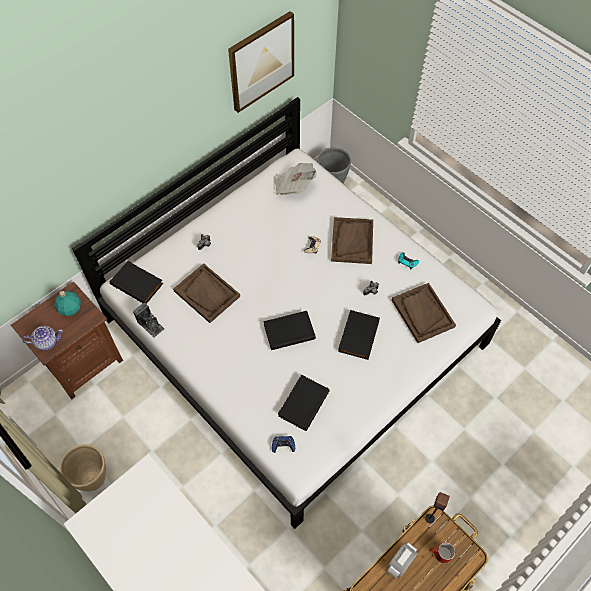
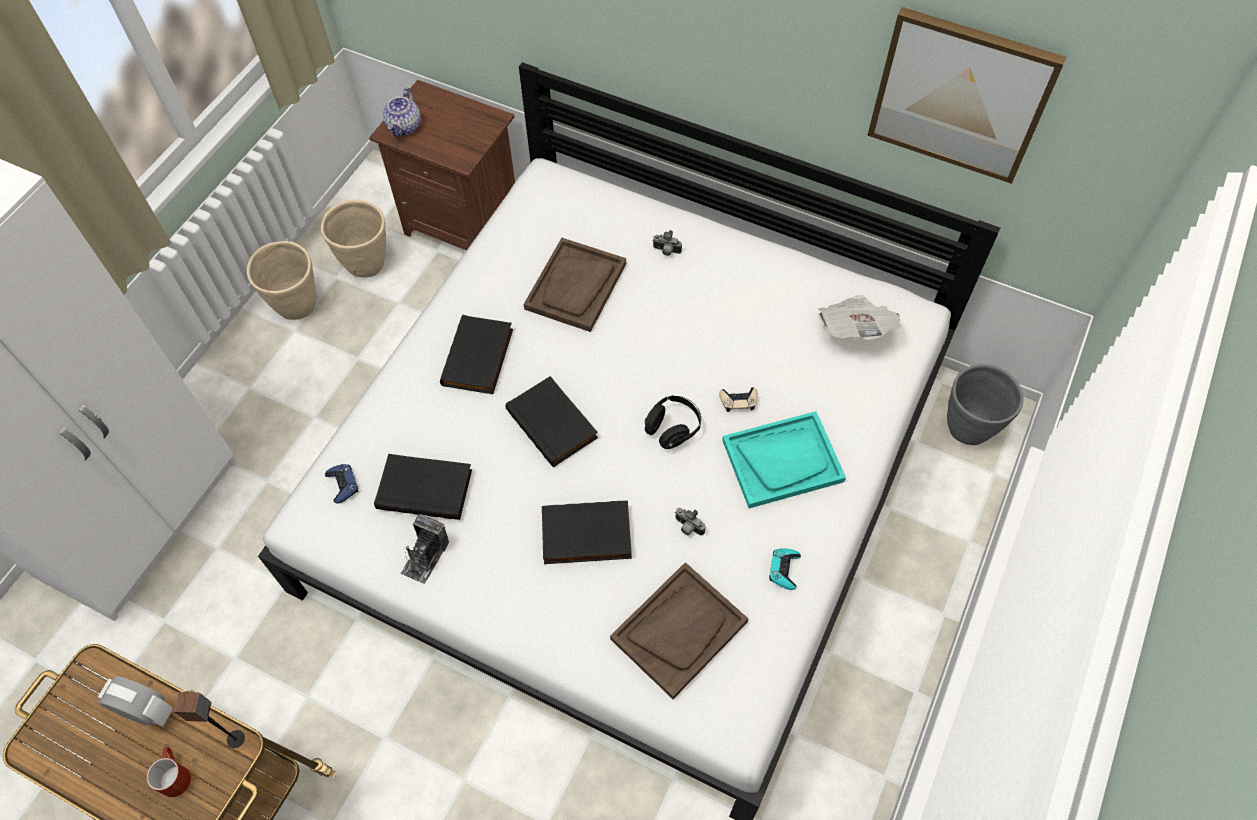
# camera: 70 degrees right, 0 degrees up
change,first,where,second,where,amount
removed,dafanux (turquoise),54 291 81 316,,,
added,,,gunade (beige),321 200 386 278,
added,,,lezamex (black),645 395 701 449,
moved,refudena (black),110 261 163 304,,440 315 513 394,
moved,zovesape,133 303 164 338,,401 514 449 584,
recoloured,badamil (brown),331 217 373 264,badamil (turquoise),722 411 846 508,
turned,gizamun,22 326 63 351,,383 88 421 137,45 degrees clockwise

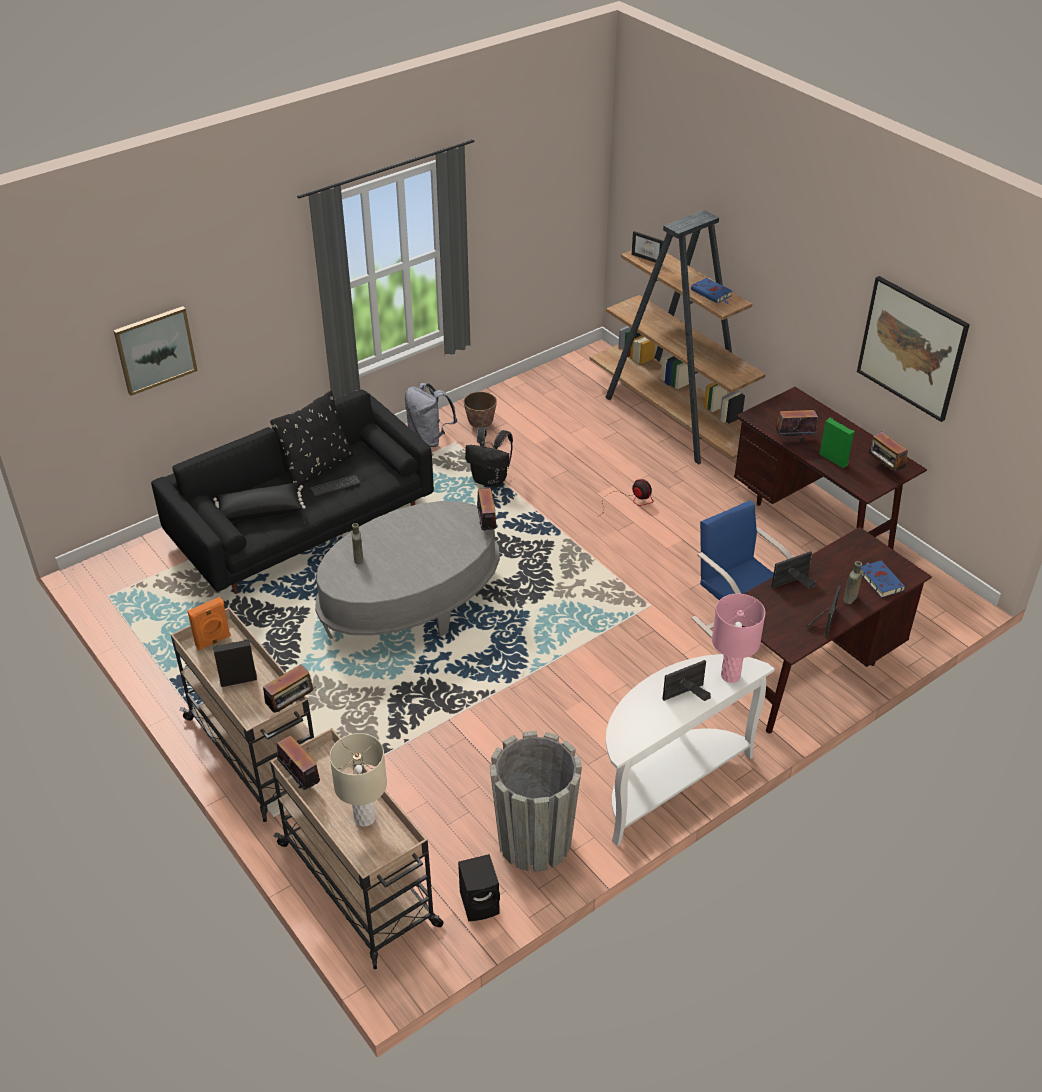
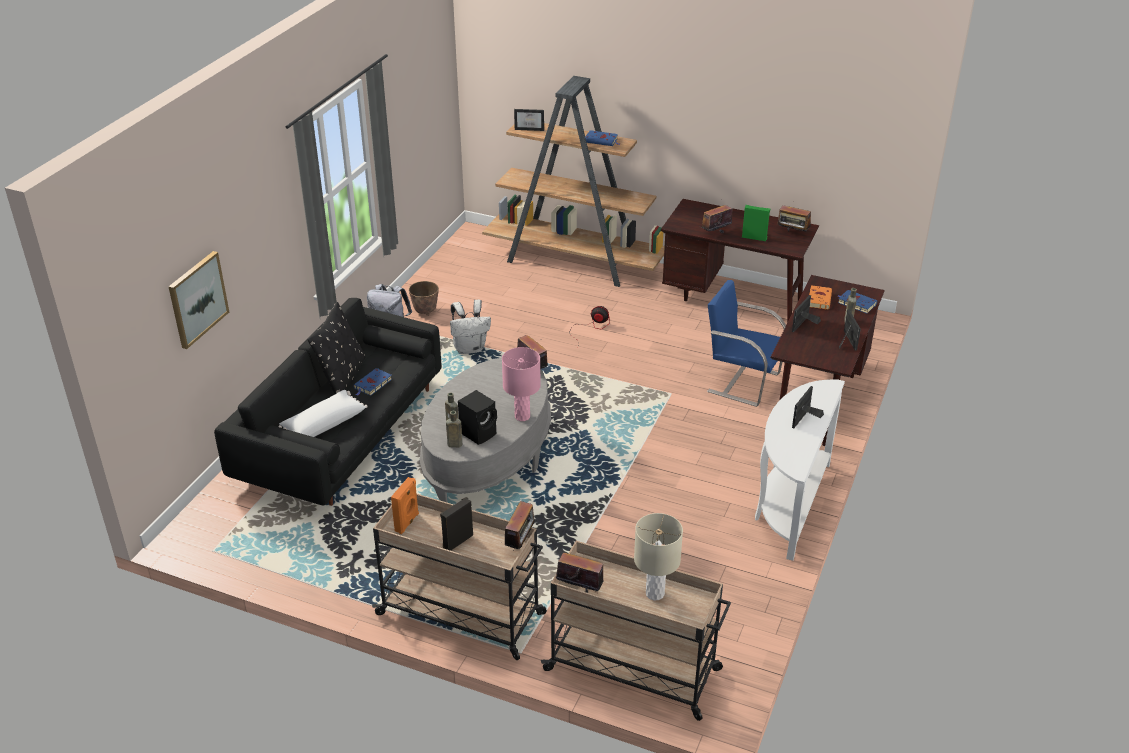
# camera: 30 degrees left, 5 degrees down
change,first,where,second,where,amount
removed,gunade (grey),489 731 582 872,,,
removed,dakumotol,857 276 970 422,,,
added,,,dafanux (brown),446 411 462 447,
added,,,refudena (orange),809 285 832 309,
moved,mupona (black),458 854 500 921,,458 390 497 445,
moved,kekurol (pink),712 594 765 683,,502 347 541 421,
replaced,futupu,310 475 361 498,refudena (blue),353 368 392 396,
recoloured,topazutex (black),213 483 306 521,topazutex (white),278 390 368 437,
recoloured,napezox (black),465 426 513 487,napezox (white),450 299 491 354,

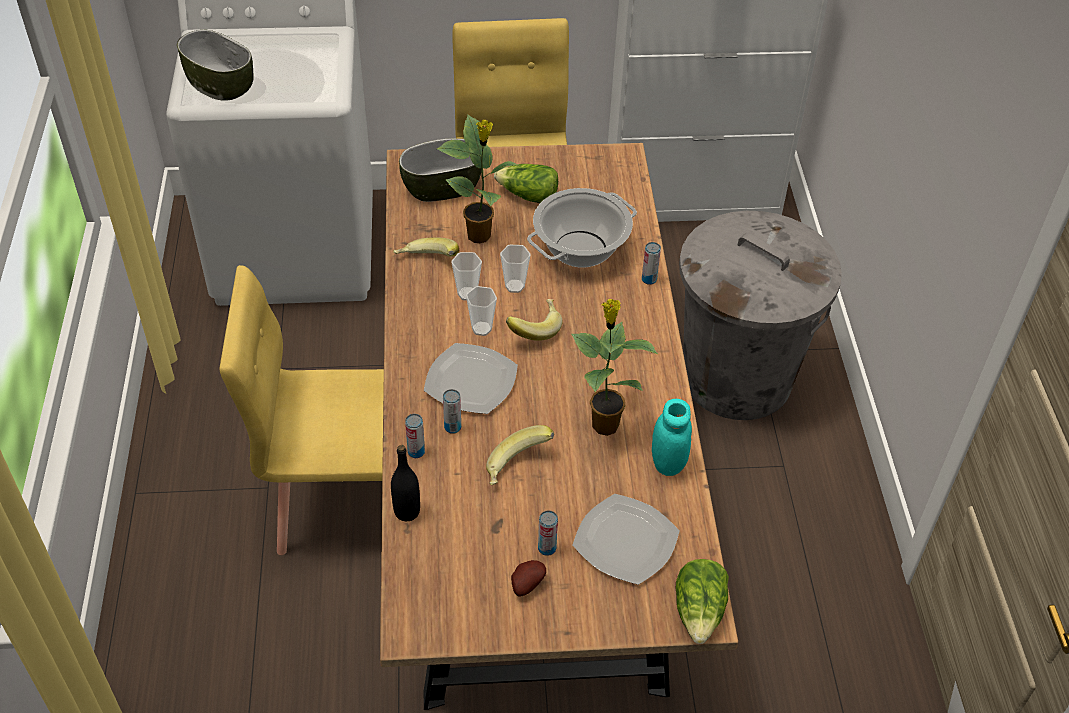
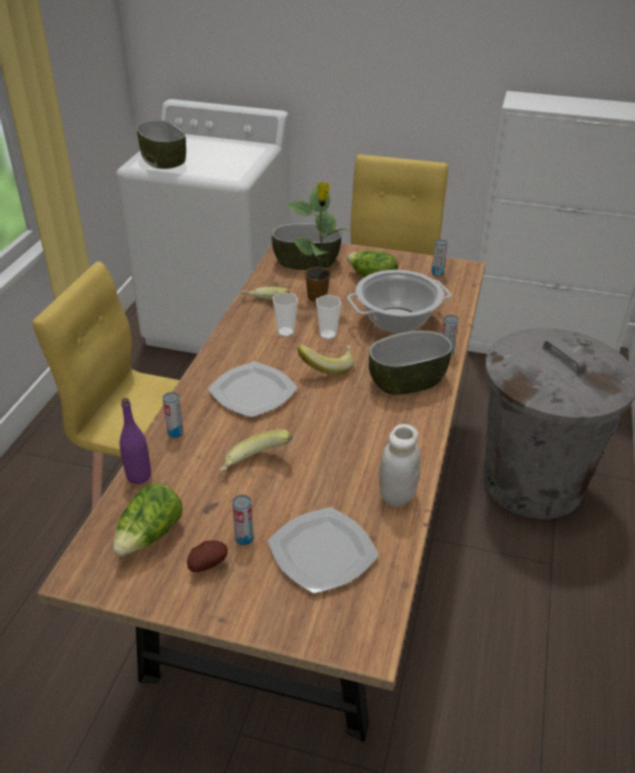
# camera: 20 degrees right, 10 degrees down
change,first,where,second,where,amount
removed,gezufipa,466 286 497 336,,,
removed,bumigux,571 299 658 436,,,
added,,,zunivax,369 331 452 395,
moved,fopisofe,443 389 461 434,,432 239 447 276,
moved,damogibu,676 559 729 644,,113 483 182 556,
recoloured,dafanux (black),391 445 420 521,dafanux (purple),120 398 151 484,
recoloured,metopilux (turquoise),652 399 692 476,metopilux (white),379 424 421 507,

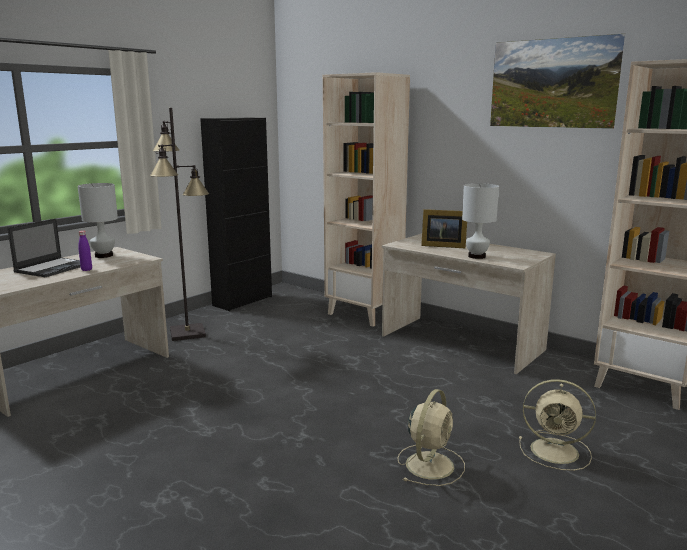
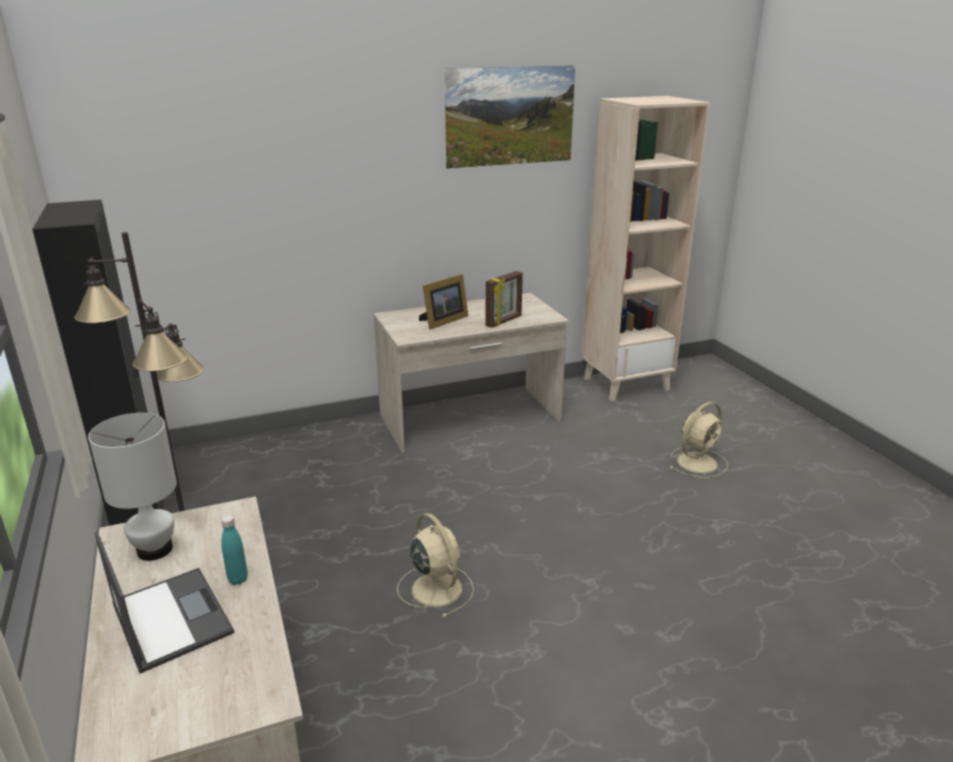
# camera: 60 degrees left, 10 degrees up
change,first,where,second,where,amount
removed,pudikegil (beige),323 72 410 327,,,
moved,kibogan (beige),398 389 465 486,,397 513 474 618,
replaced,kekurol (white),462 183 499 259,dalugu,485 271 523 328,
recoloured,dafanux (purple),78 231 92 271,dafanux (turquoise),221 515 248 585,

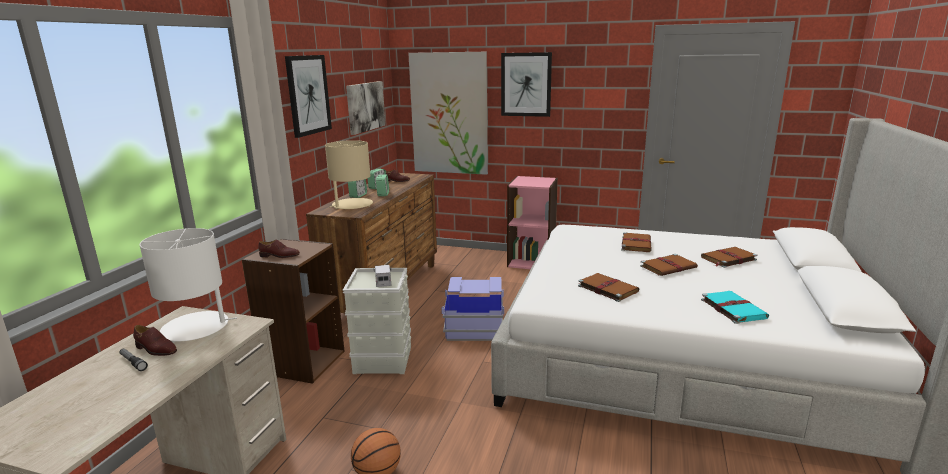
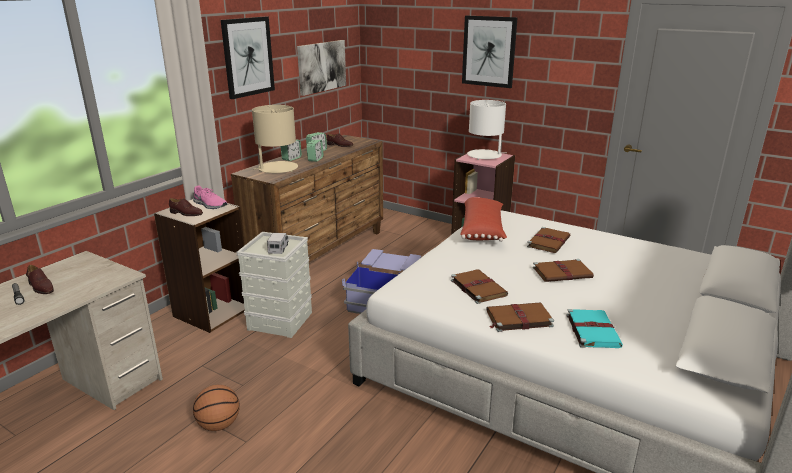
# camera: 15 degrees right, 5 degrees up
change,first,where,second,where,amount
removed,dakumotol,408 52 488 175,,,
added,,,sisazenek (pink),193 186 228 209,
added,,,topazutex (red),460 197 507 242,
moved,kekurol (white),140 228 237 343,,467 100 506 160,
moved,refudena (brown),701 247 758 268,,487 303 554 332,

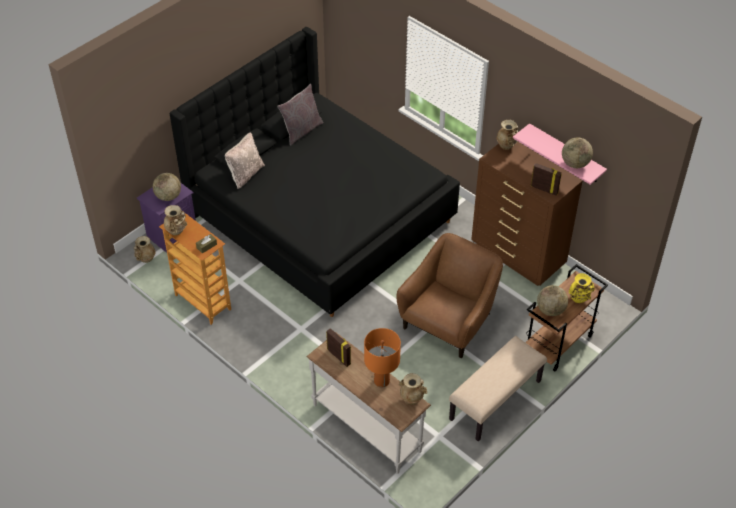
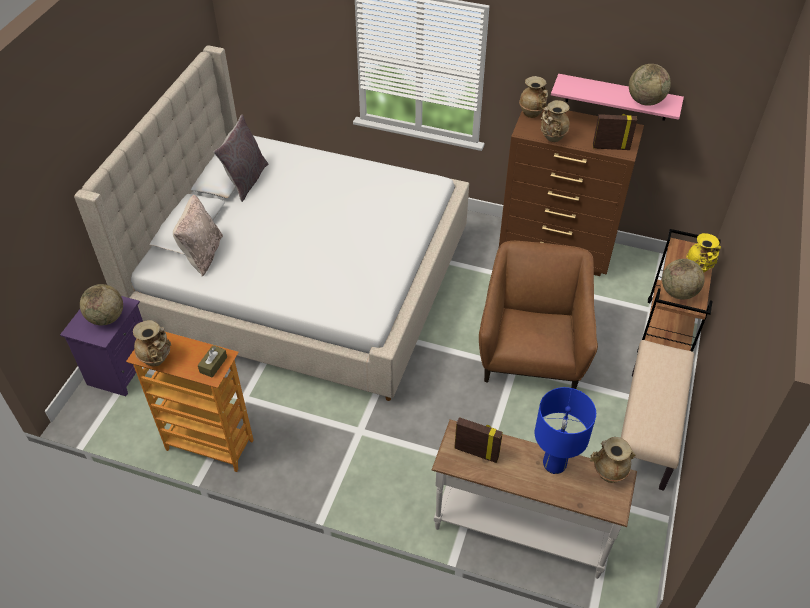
# camera: 25 degrees left, 0 degrees up
change,first,where,second,where,amount
moved,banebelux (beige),134 236 156 263,,540 100 569 142,
recoloured,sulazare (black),170 27 460 317,sulazare (beige),74 45 469 401,
recoloured,kekurol (orange),364 328 401 388,kekurol (blue),535 387 596 474,

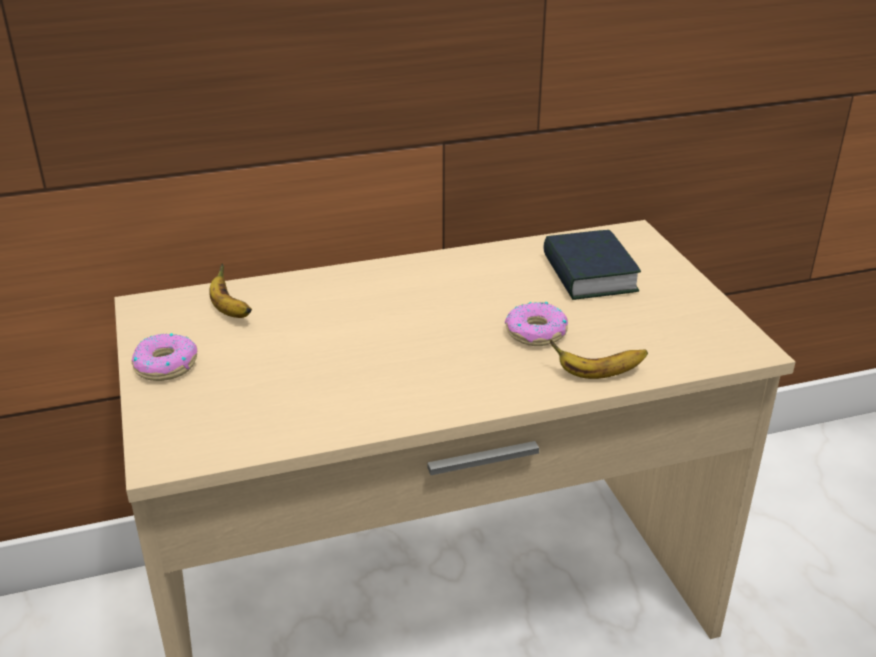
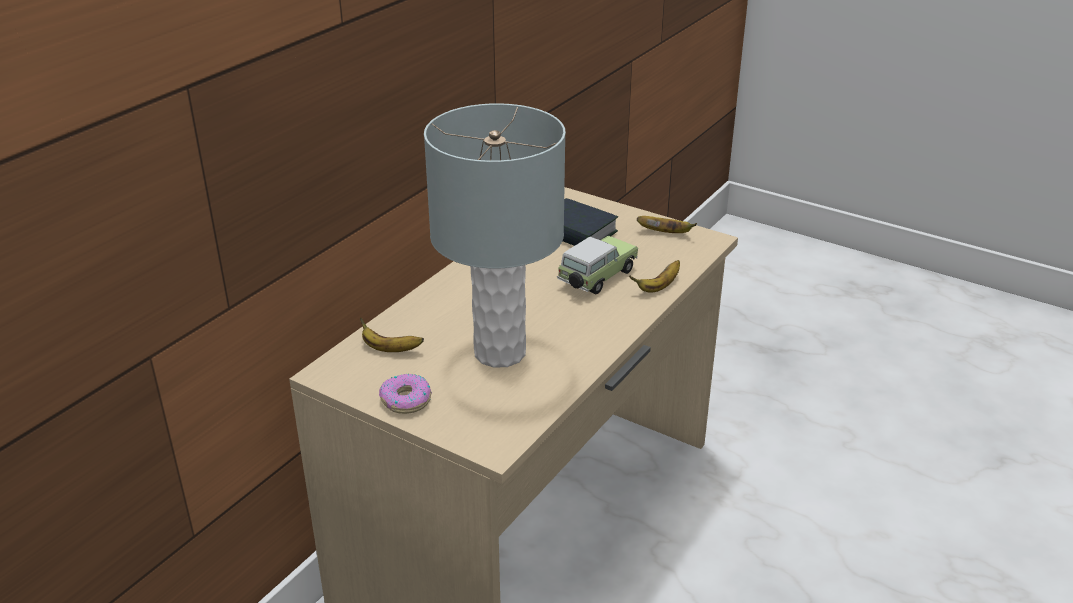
# camera: 40 degrees left, 0 degrees up
change,first,where,second,where,amount
added,,,kekurol (grey),424 103 566 368,
added,,,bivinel,637 216 697 233,
replaced,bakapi,505 302 568 346,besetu,557 236 638 294,

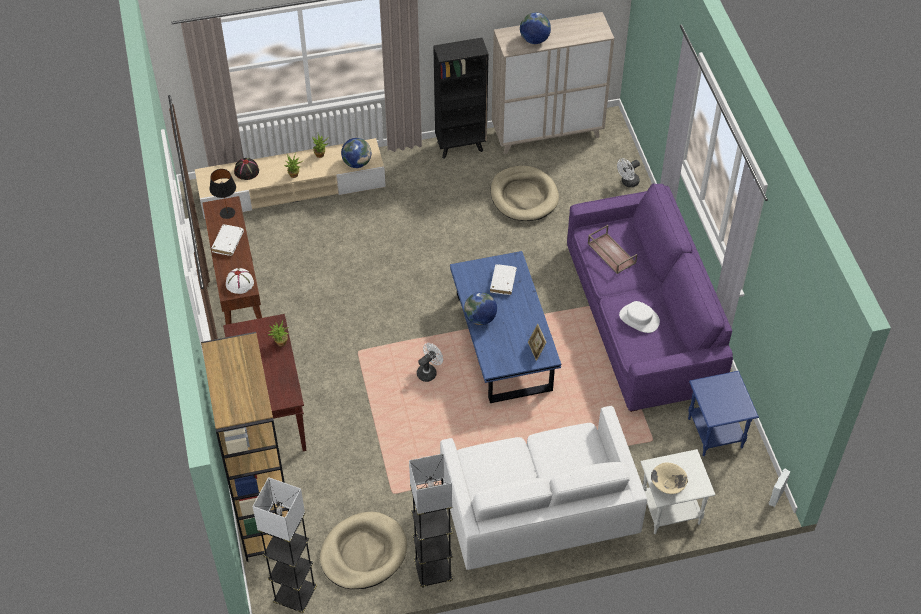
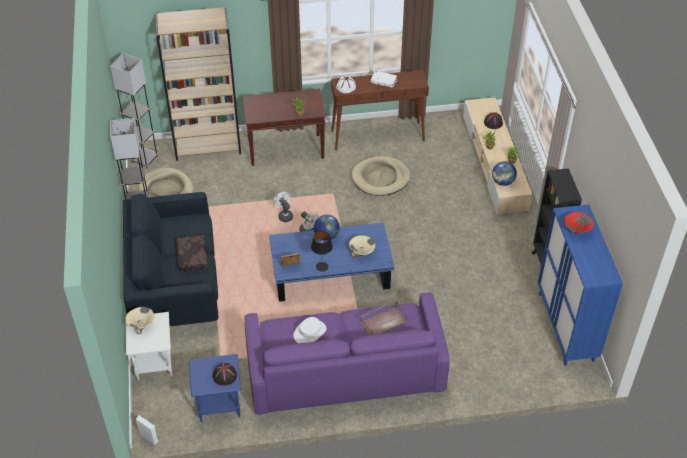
# camera: 95 degrees right, 5 degrees down
change,first,where,second,where,amount
added,,,topazutex (brown),176 235 208 271,
added,,,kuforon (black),213 363 237 386,
moved,kekurol (black),210 169 236 219,,311 231 333 272,
moved,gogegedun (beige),491 166 559 221,,352 156 411 196,
moved,kibogan (white),617 158 640 187,,273 192 293 222,
replaced,refudena (white),490 264 517 295,zunivax (beige),349 235 376 258,
replaced,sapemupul,520 13 551 44,zunivax (red),564 212 594 233,
recoloured,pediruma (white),440 406 647 570,pediruma (blue),123 192 218 326,
recoloured,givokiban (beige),492 12 614 154,givokiban (blue),538 204 623 366,

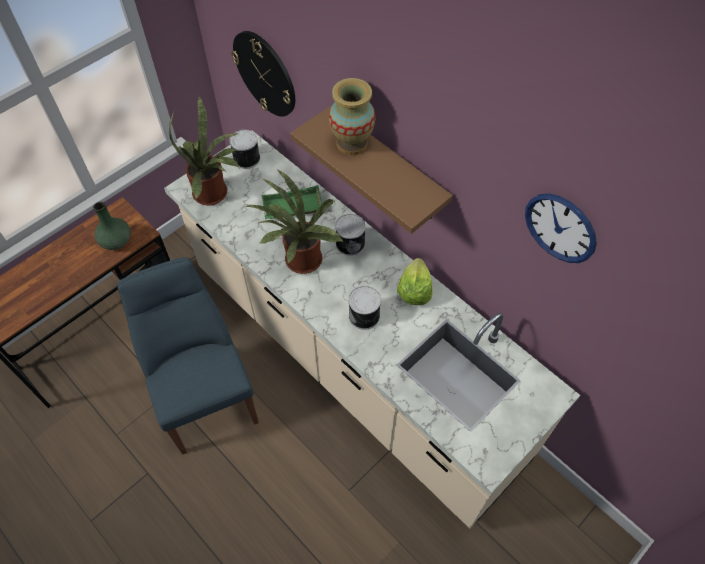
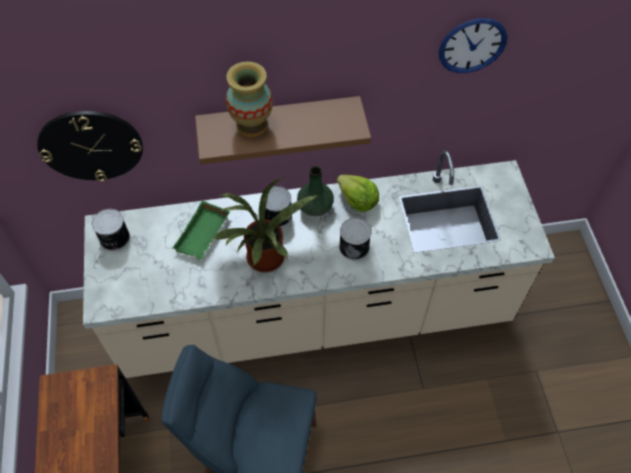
# camera: 55 degrees left, 0 degrees up
change,first,where,second,where,amount
removed,bumigux,169 97 240 206,,,
moved,banebelux (green),93 202 131 250,,297 166 334 216,

